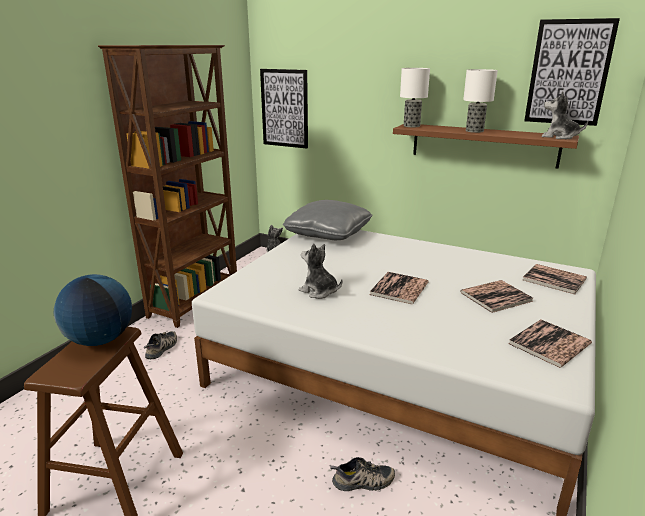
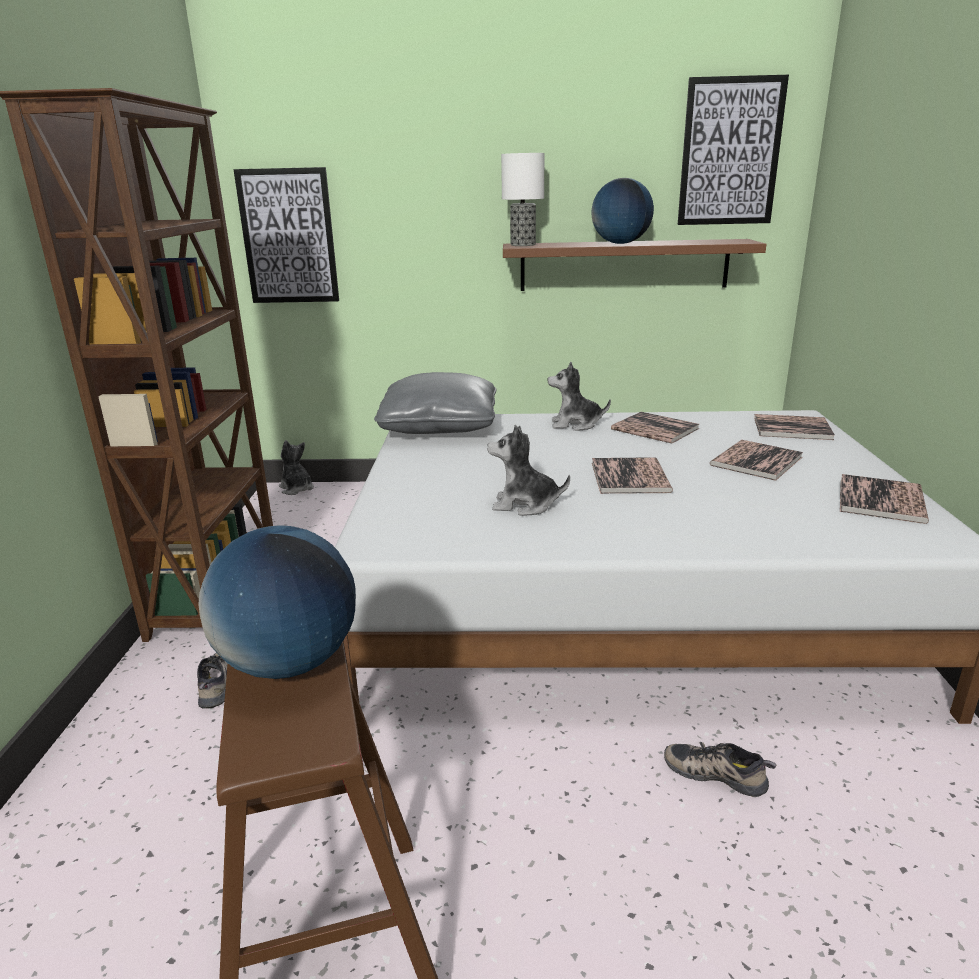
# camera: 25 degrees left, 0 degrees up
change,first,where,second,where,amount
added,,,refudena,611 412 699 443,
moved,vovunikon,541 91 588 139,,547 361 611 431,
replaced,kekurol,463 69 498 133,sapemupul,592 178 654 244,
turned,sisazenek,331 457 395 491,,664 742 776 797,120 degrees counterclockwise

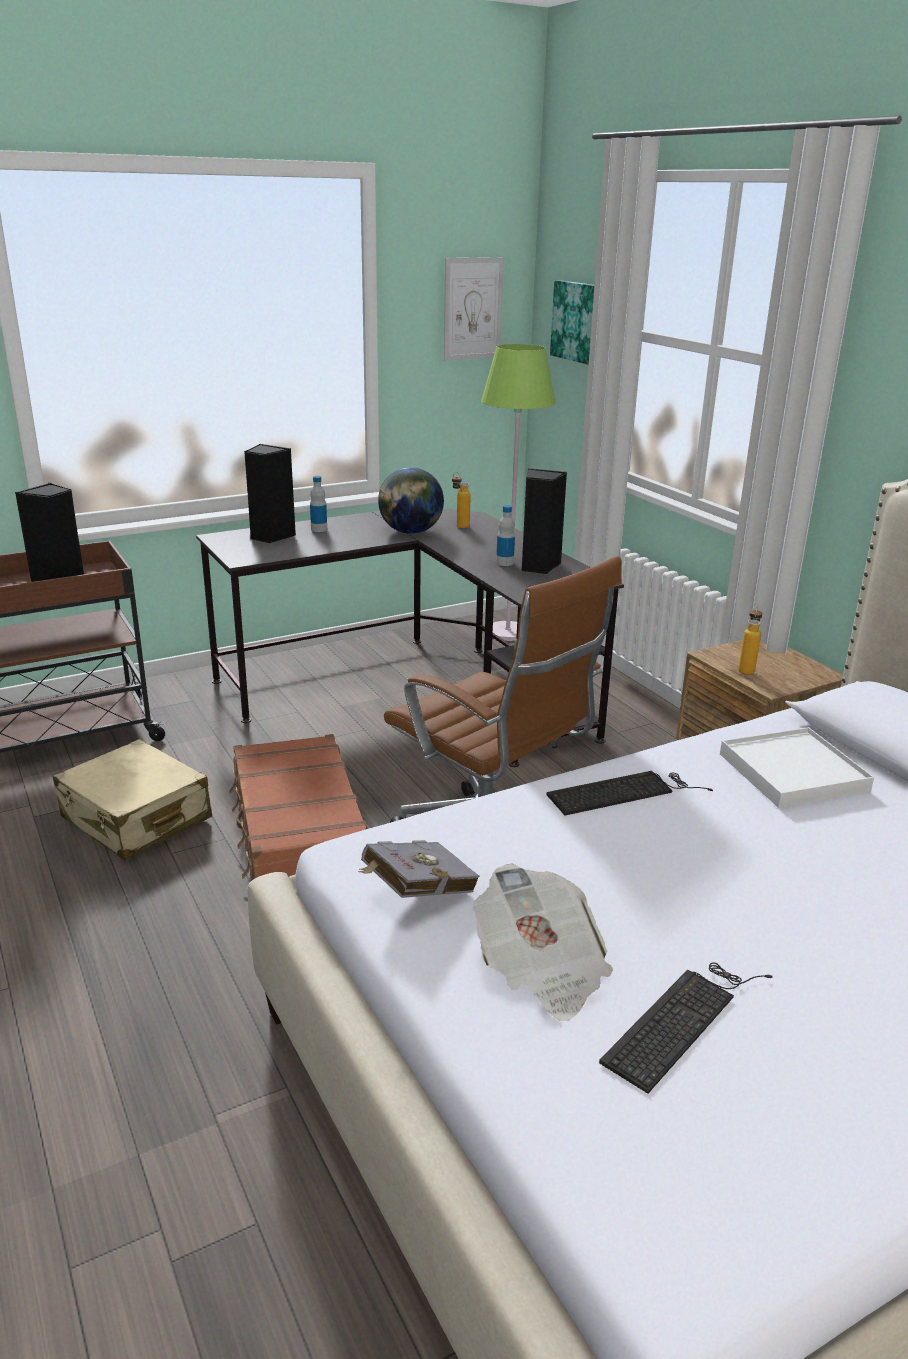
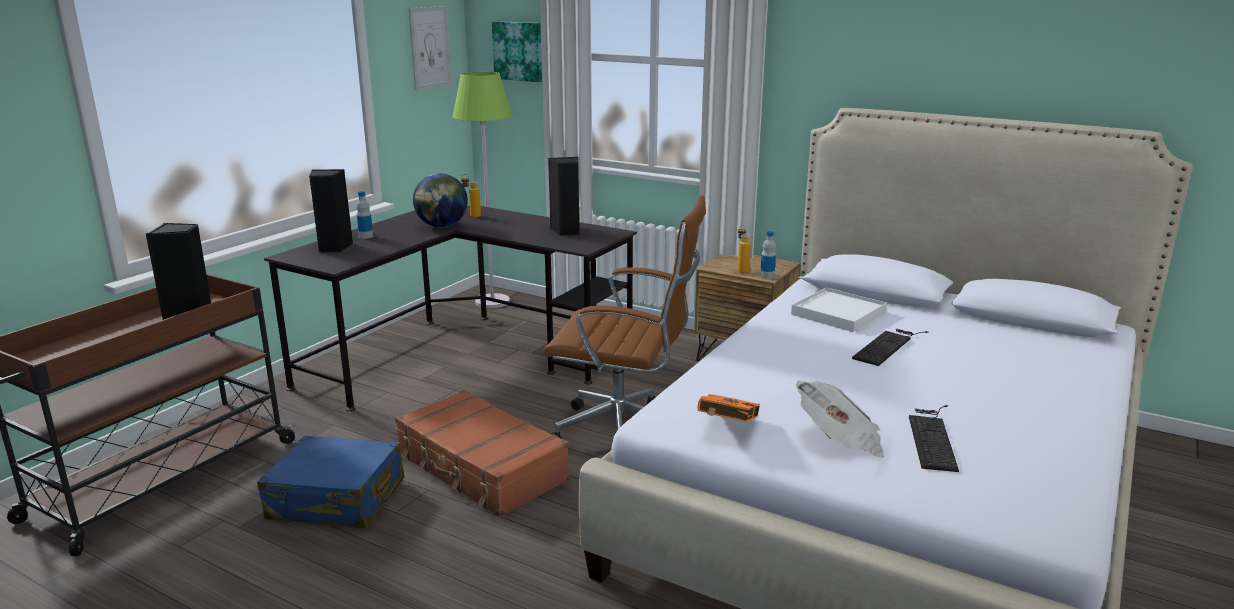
# camera: 30 degrees left, 5 degrees down
change,first,where,second,where,amount
moved,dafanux,496 505 515 566,,760 231 776 279,
moved,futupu,547 771 713 816,,852 329 929 366,
recoloured,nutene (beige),53 739 212 860,nutene (blue),257 436 404 528,
recoloured,refudena (grey),358 840 480 898,refudena (orange),697 394 760 422,

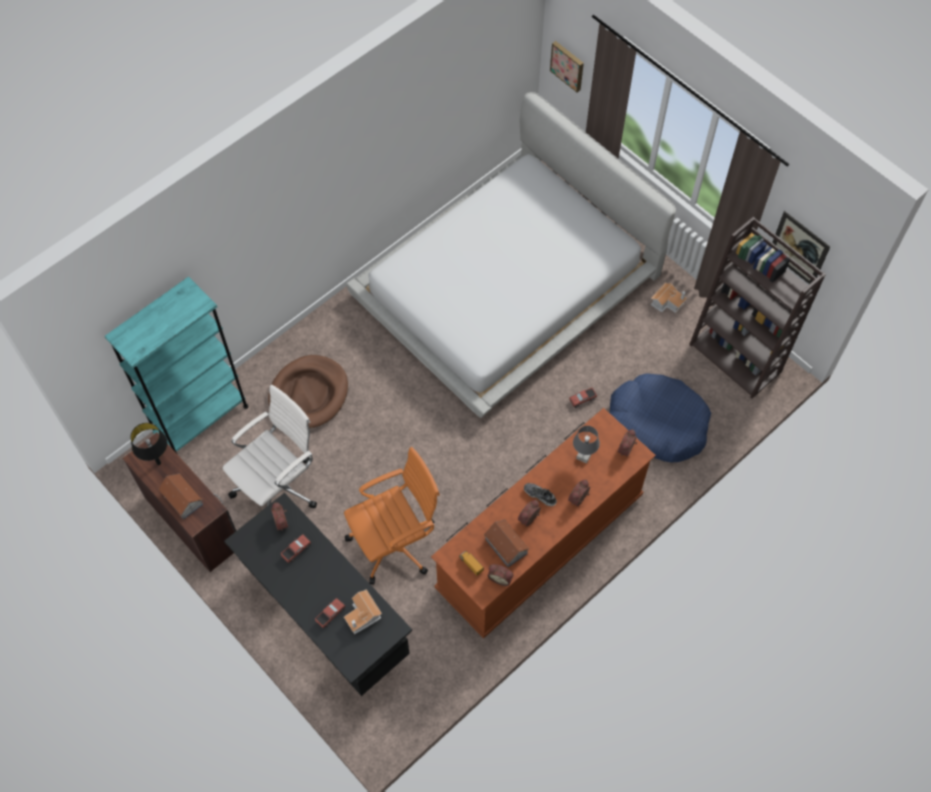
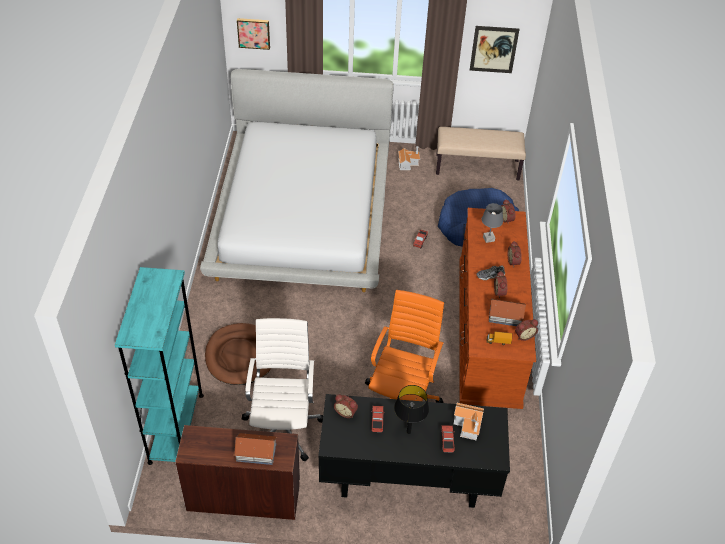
# camera: 45 degrees left, 15 degrees down
change,first,where,second,where,amount
moved,kekurol (black),130 423 167 465,,394 385 429 434,
replaced,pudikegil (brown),689 217 826 399,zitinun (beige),436 127 526 180,

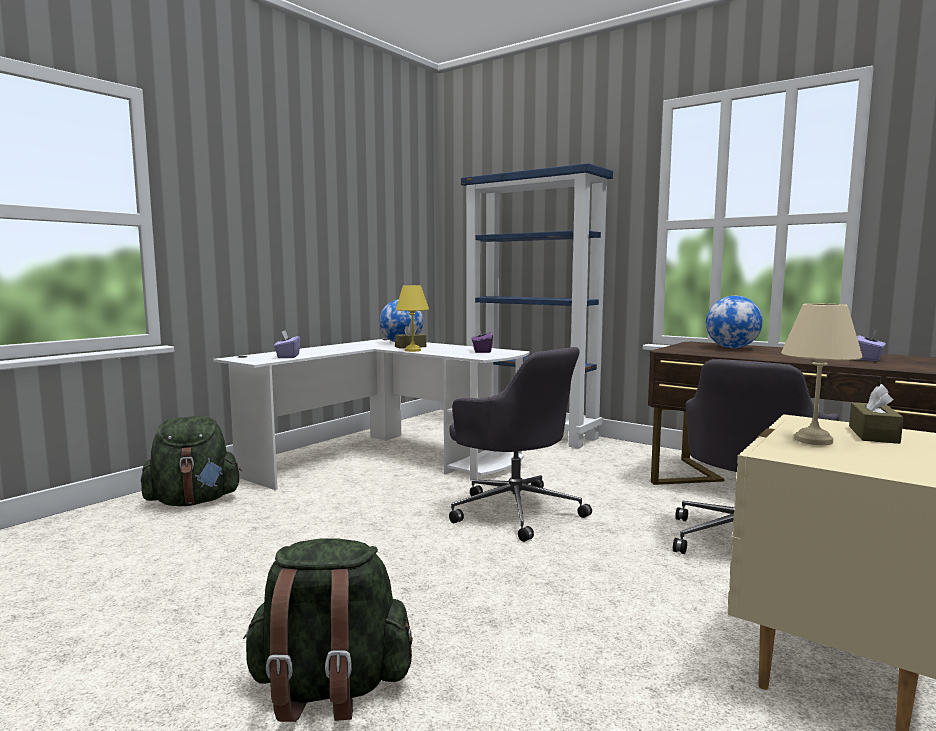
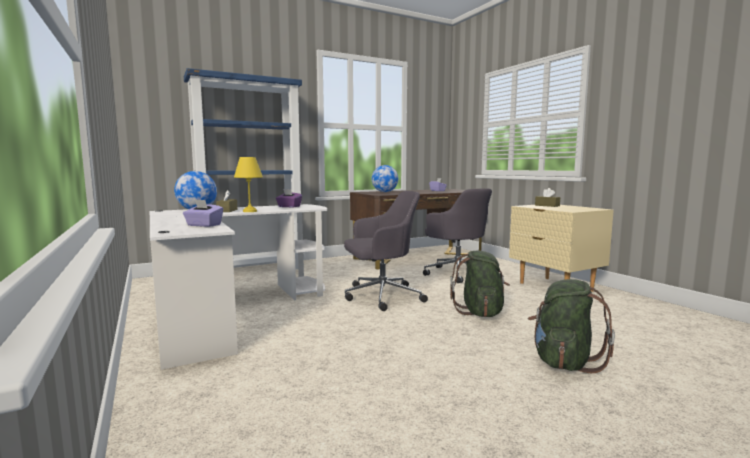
# camera: 65 degrees left, 0 degrees up
change,first,where,second,where,amount
removed,kekurol (beige),781 303 863 445,,,
moved,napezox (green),141 417 242 506,,450 251 510 317,

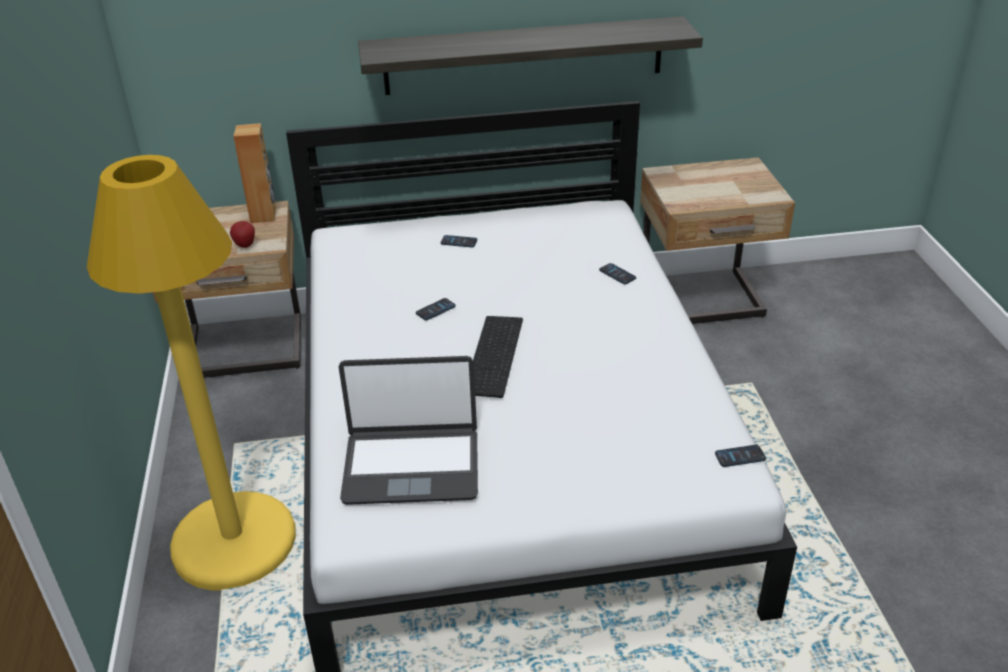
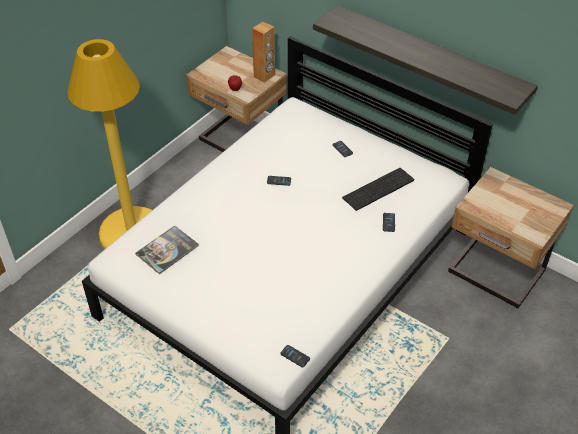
# camera: 45 degrees right, 10 degrees up
change,first,where,second,where,amount
moved,futupu,473 316 523 398,,342 168 414 211,
replaced,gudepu,339 356 478 505,refudena,135 225 199 275,

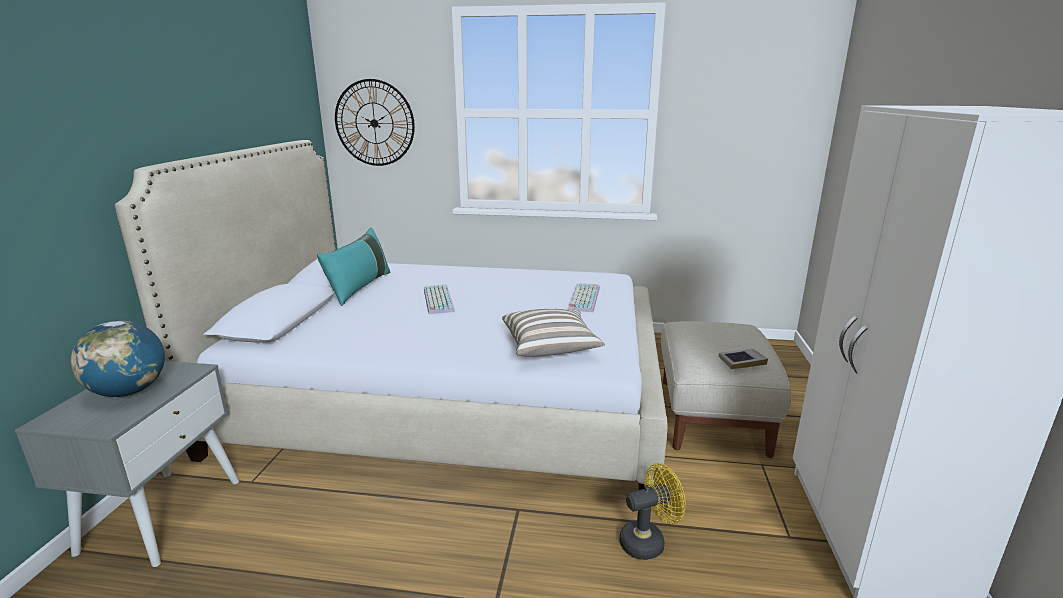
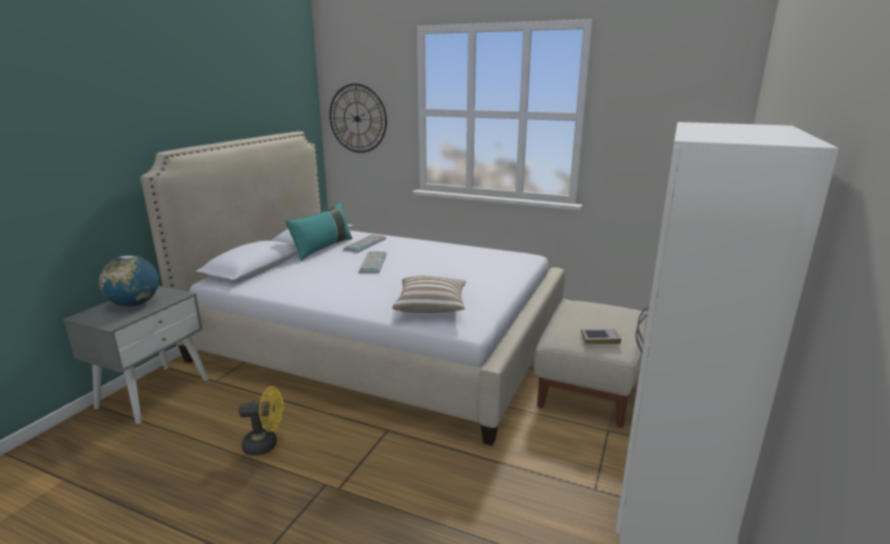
# camera: 15 degrees right, 0 degrees up
change,first,where,second,where,amount
moved,futupu,568 283 600 312,,343 234 386 253,
moved,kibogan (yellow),619 463 686 560,,239 386 283 455,

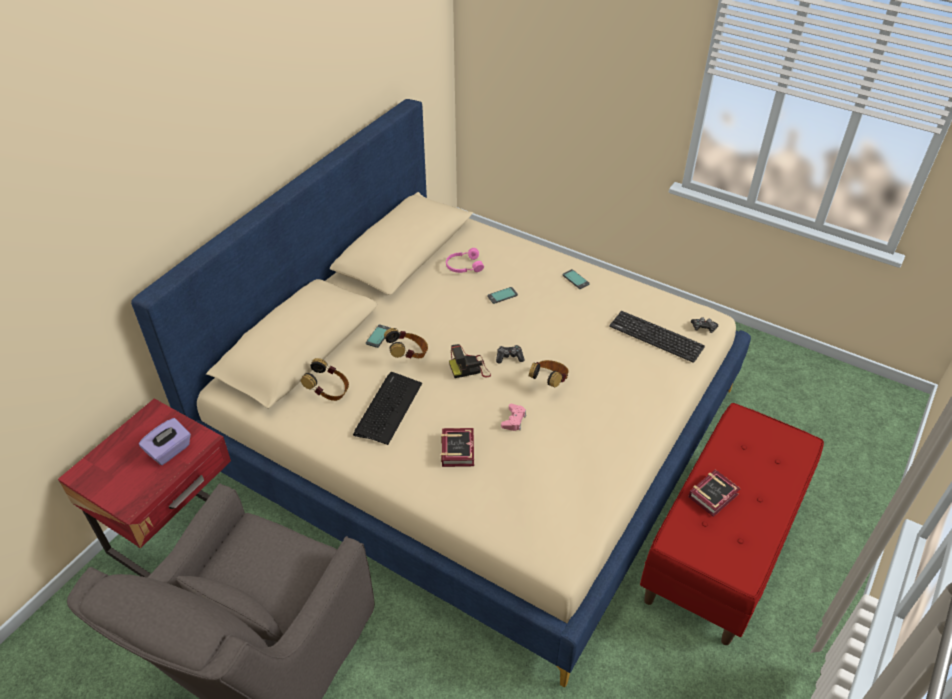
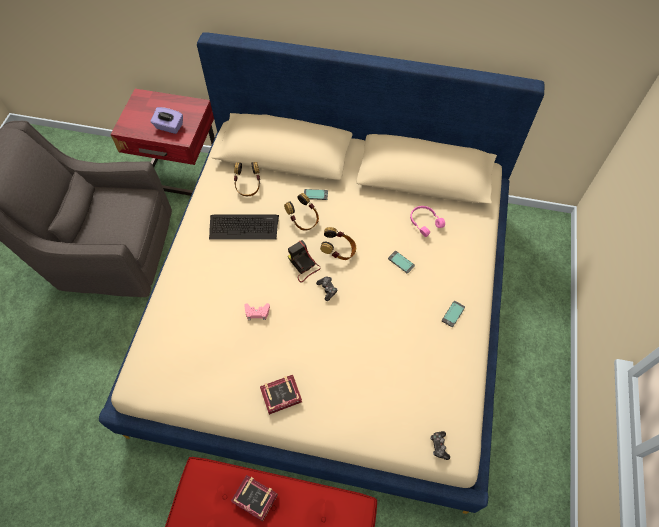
# camera: 70 degrees right, 15 degrees up
change,first,where,second,where,amount
removed,futupu,609 311 705 363,,,
moved,refudena,441 428 474 467,,260 375 302 415,
moved,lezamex,529 360 569 387,,320 227 356 260,

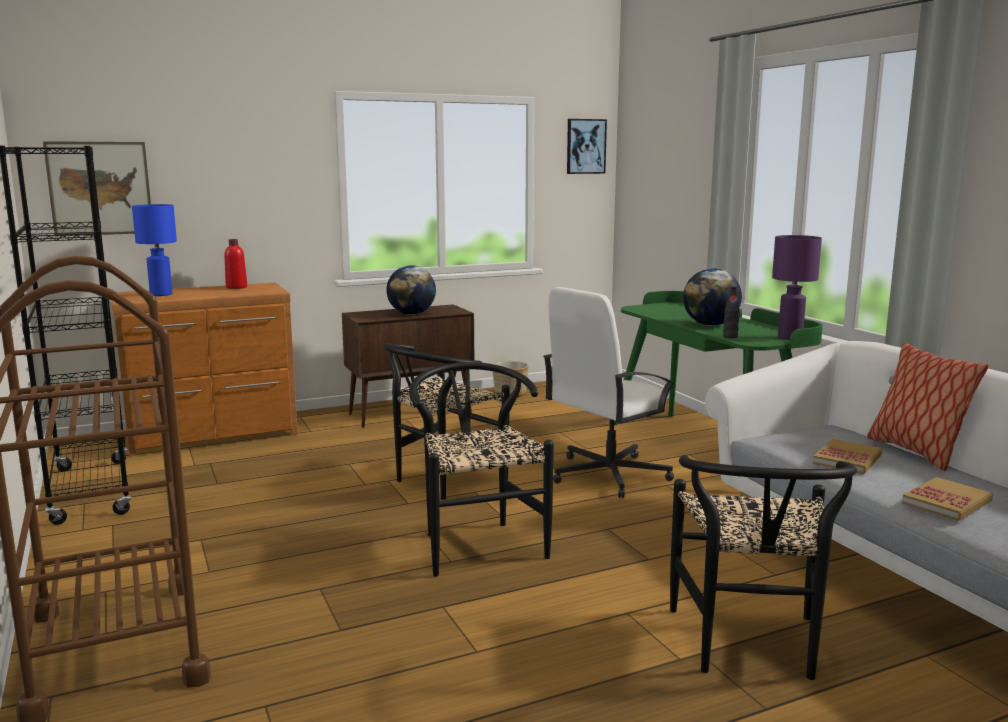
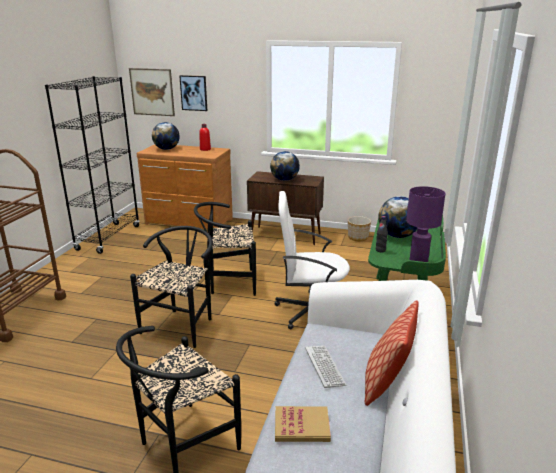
# camera: 40 degrees right, 10 degrees up
change,first,where,second,where,amount
moved,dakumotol,567 119 607 174,,179 75 207 111,
replaced,kekurol (blue),132 204 177 296,sapemupul,152 122 180 150,
replaced,refudena,813 439 882 474,futupu,305 346 347 388,

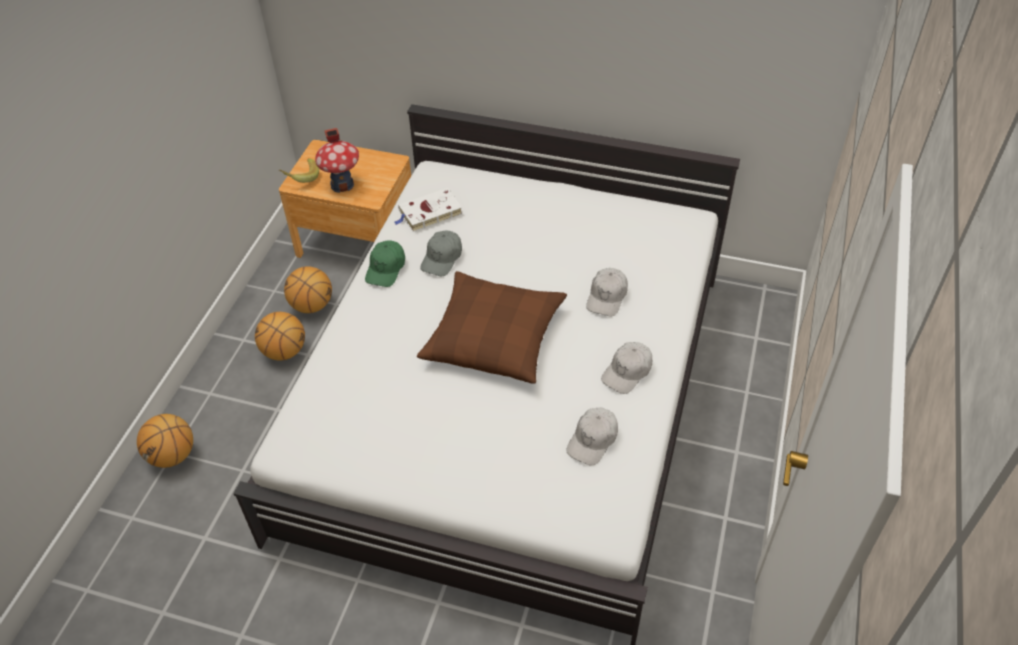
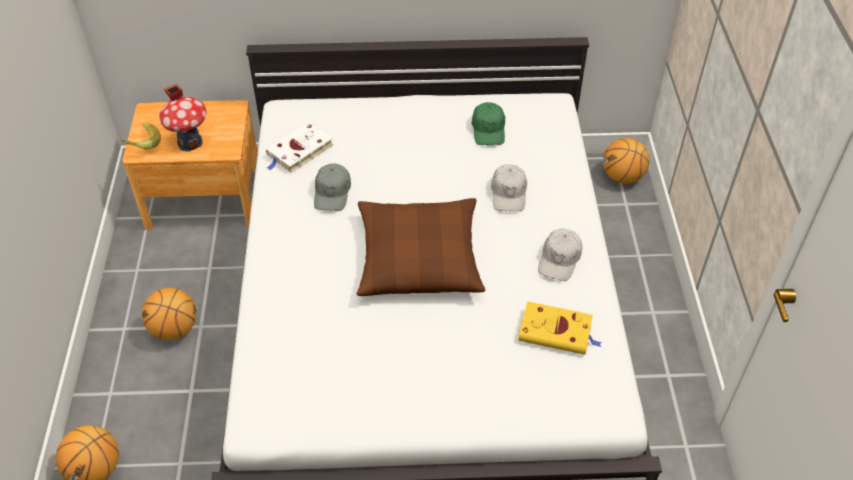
# camera: 20 degrees left, 0 degrees up
change,first,where,second,where,amount
moved,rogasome,284 266 332 313,,603 138 649 184,
moved,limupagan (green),365 240 405 287,,471 102 505 145,
replaced,limupagan (white),566 408 618 465,refudena (yellow),518 301 602 355,

